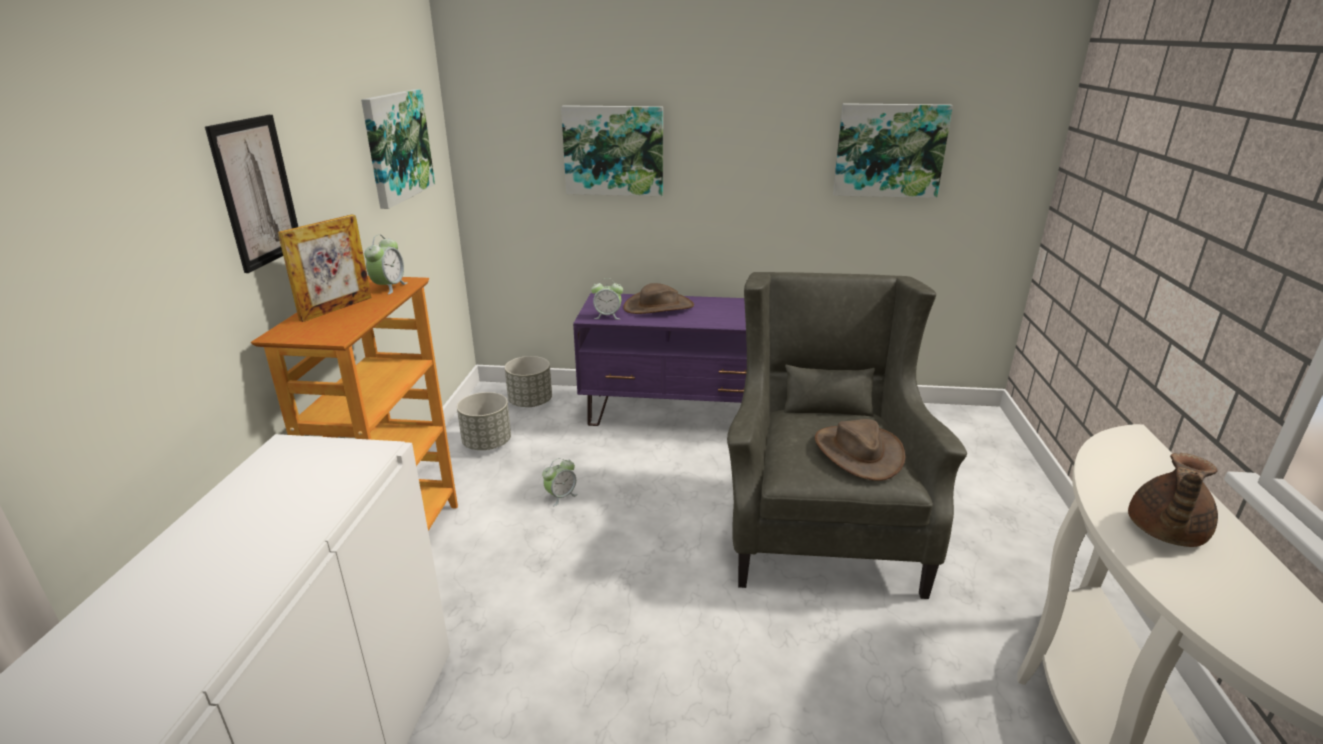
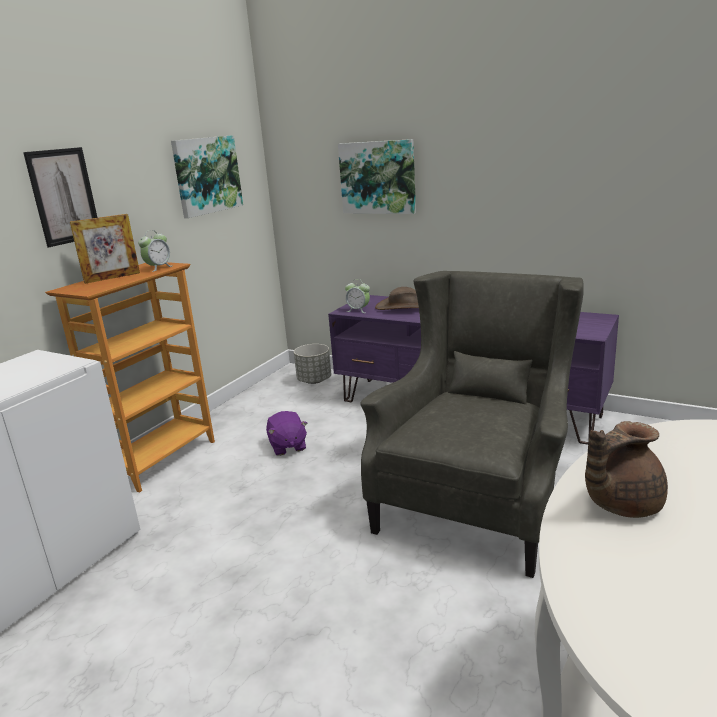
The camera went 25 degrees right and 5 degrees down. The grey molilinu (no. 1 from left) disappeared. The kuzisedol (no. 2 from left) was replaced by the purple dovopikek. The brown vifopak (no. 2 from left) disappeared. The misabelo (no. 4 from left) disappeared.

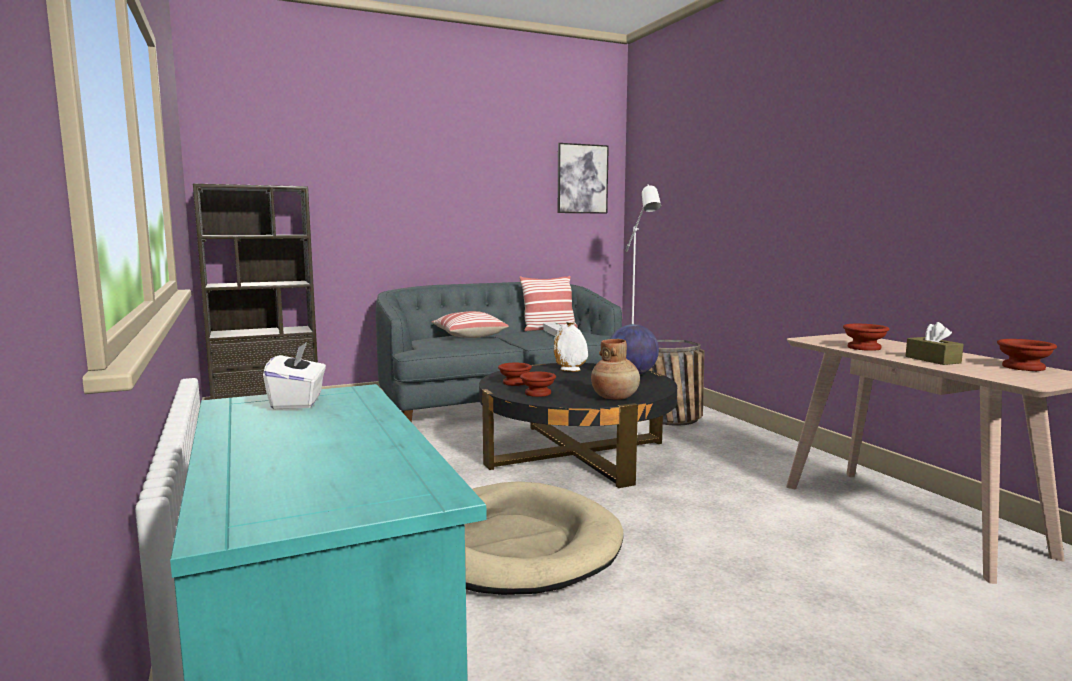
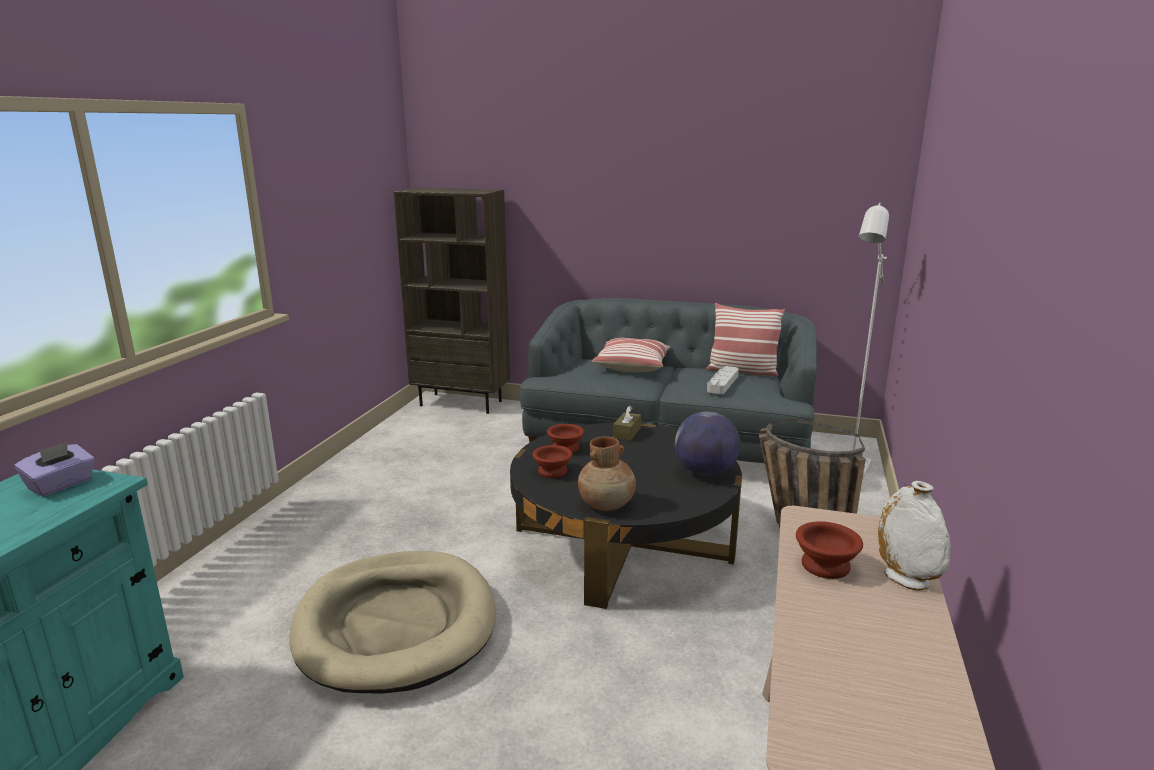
The camera went 40 degrees right and 10 degrees up. The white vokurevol became the purple vokurevol. The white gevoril moved. The misabelo disappeared. The brown vokurevol moved. The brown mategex (no. 4 from left) disappeared.

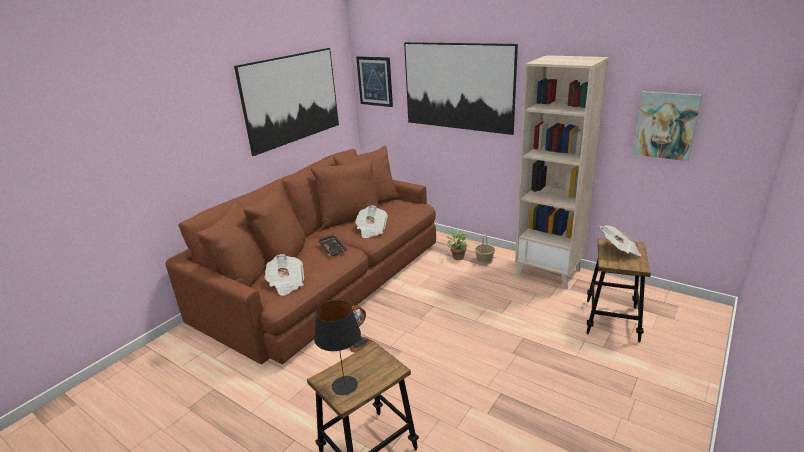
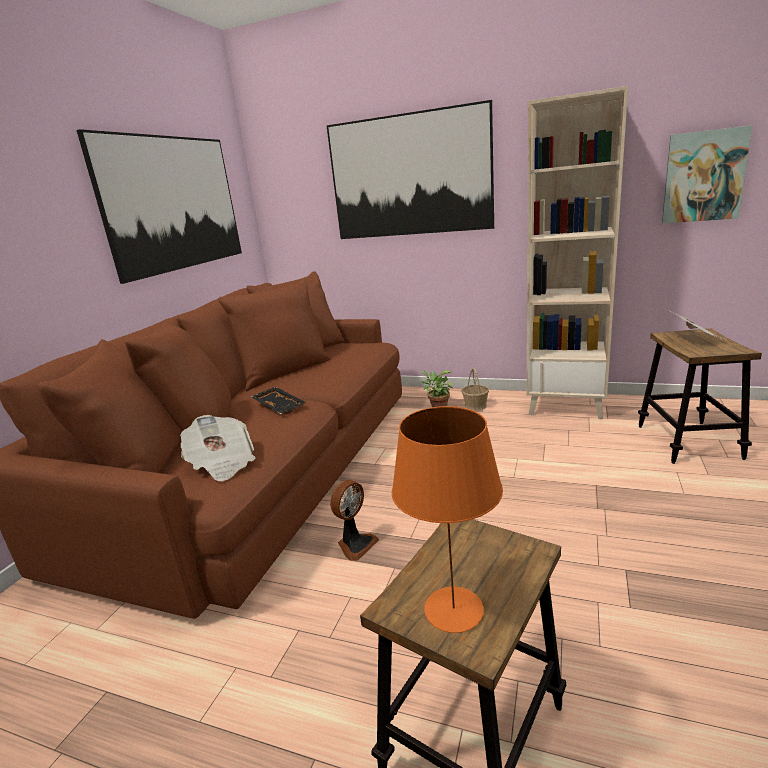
The camera went 15 degrees left and 5 degrees down. The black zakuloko became the orange zakuloko. The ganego (no. 2 from left) disappeared. The misabelo (no. 2 from left) disappeared.

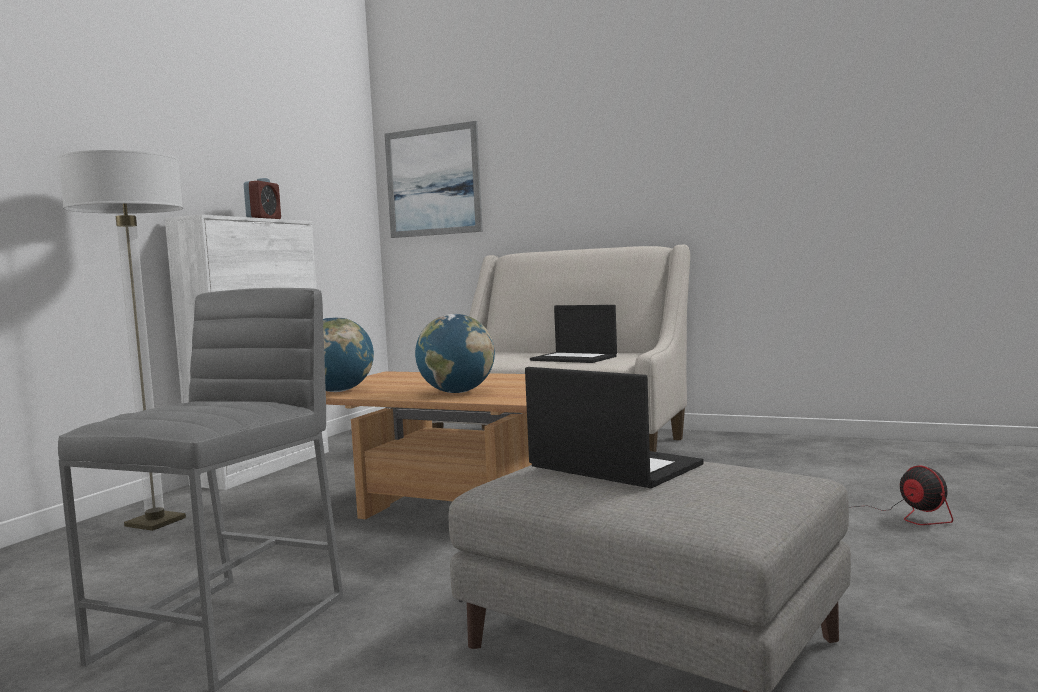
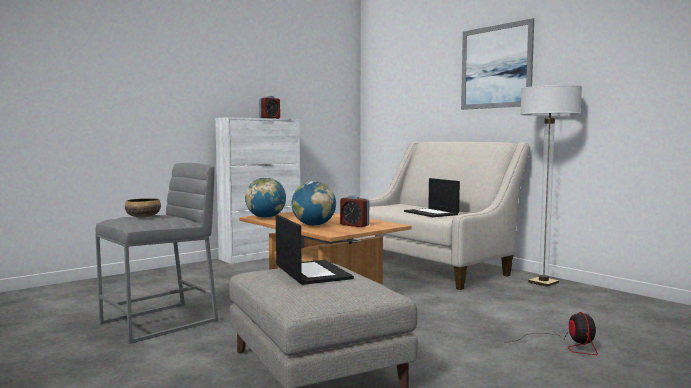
The camera went 25 degrees right and 0 degrees up. The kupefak moved. The misabelo moved. The mategex appeared. The kuzisedol (no. 2 from left) appeared.

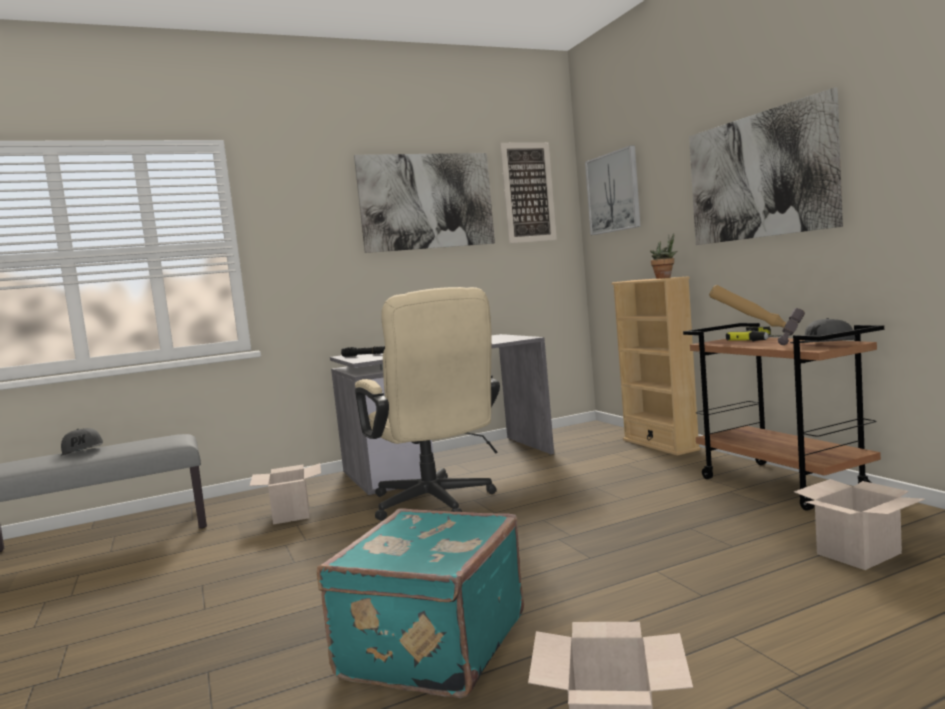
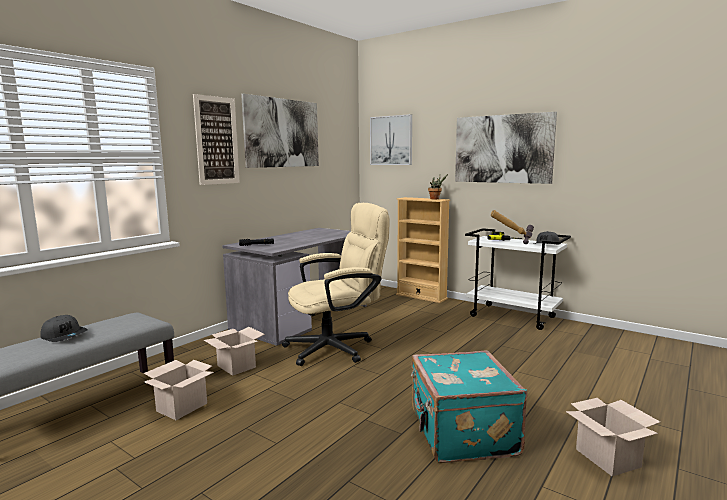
The camera went 30 degrees left and 5 degrees up. The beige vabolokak turned 60 degrees counterclockwise. The misabelo (no. 2 from left in the first image) moved. The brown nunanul became the white nunanul. The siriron (no. 3 from left in the first image) moved.

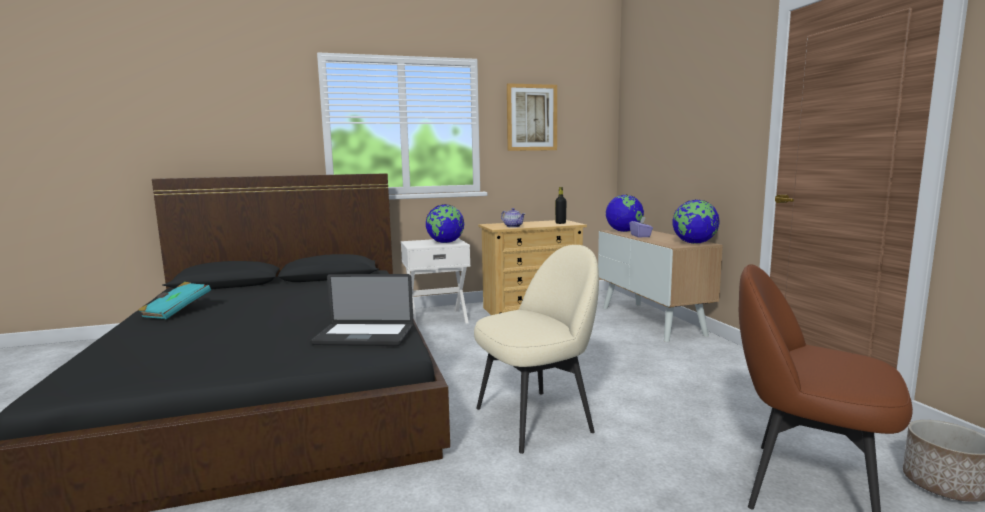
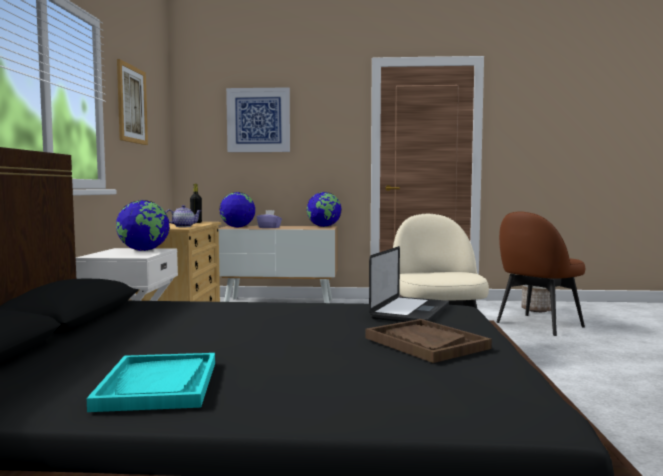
The camera went 70 degrees left and 5 degrees down. The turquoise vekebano was replaced by the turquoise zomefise. The misabelo (no. 2 from left) appeared. The brown zomefise appeared.

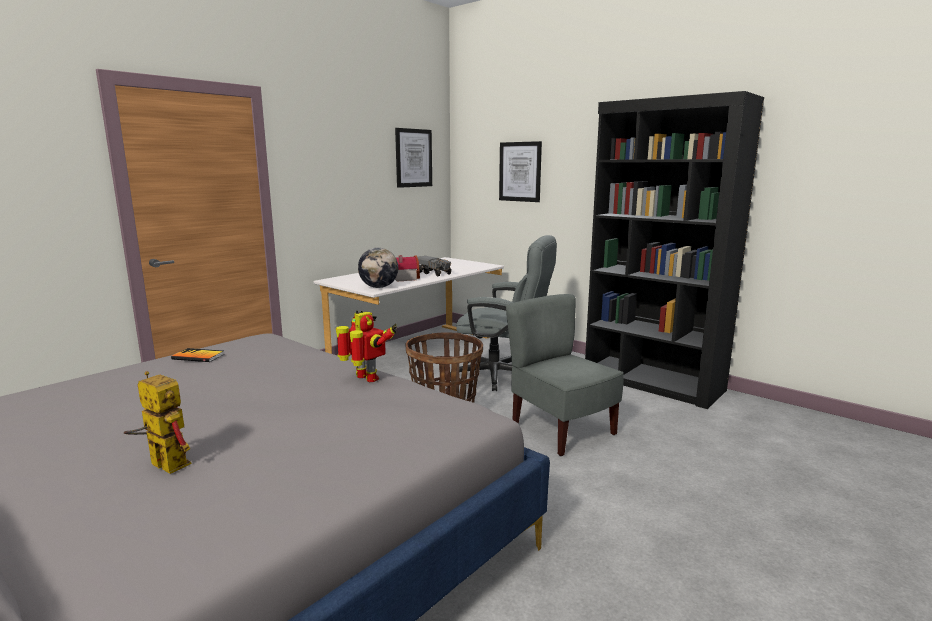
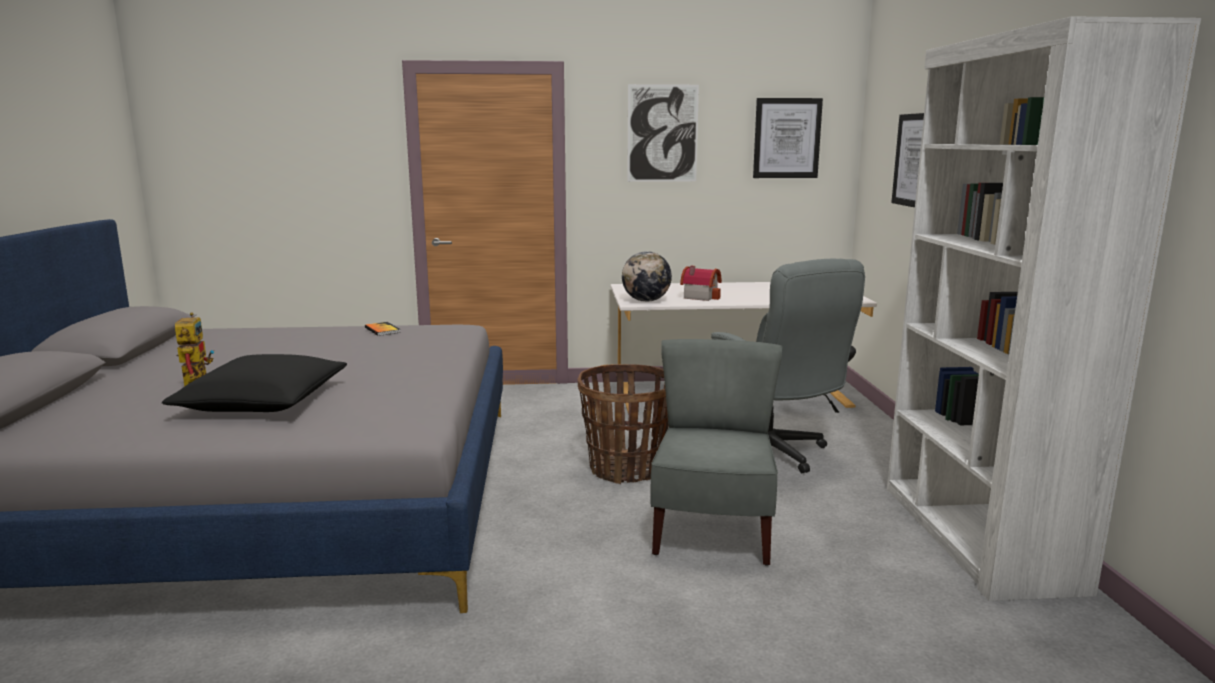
The camera went 45 degrees right and 0 degrees up. The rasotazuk (no. 2 from left) disappeared. The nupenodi disappeared. The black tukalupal became the white tukalupal. The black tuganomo appeared. The misabelo (no. 1 from left) appeared.

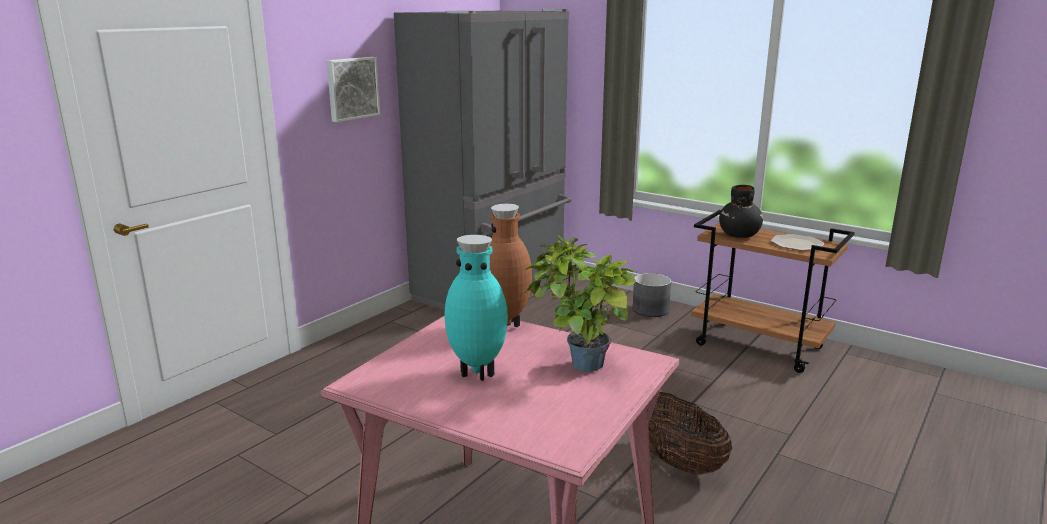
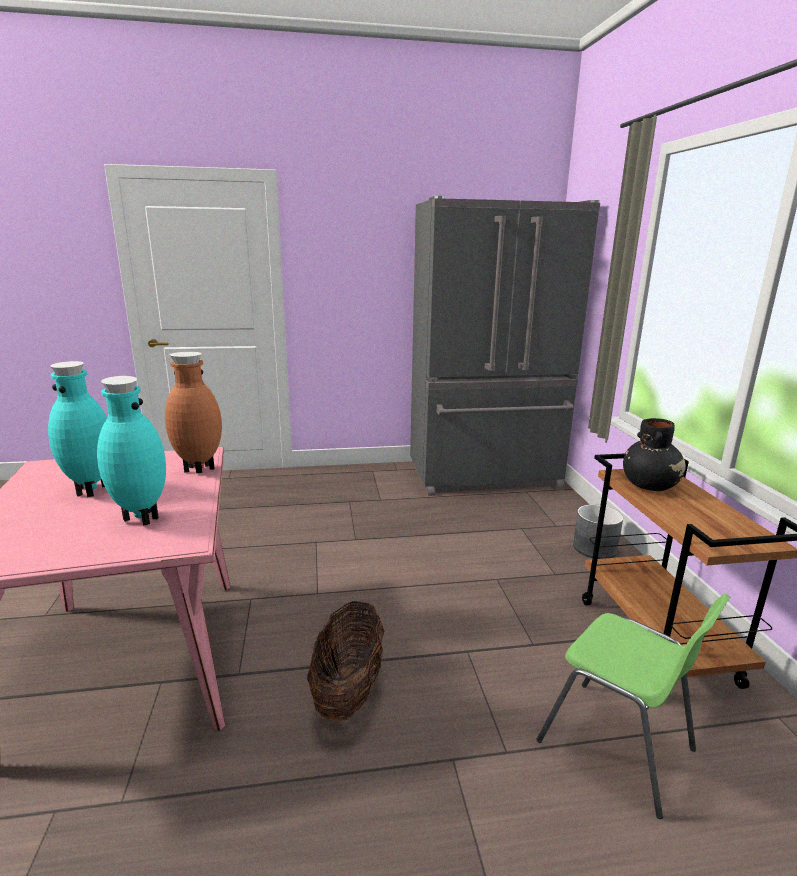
The camera went 45 degrees right and 0 degrees up. The misabelo disappeared. The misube was replaced by the turquoise gevoril (no. 2 from left). The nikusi disappeared. The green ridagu appeared.

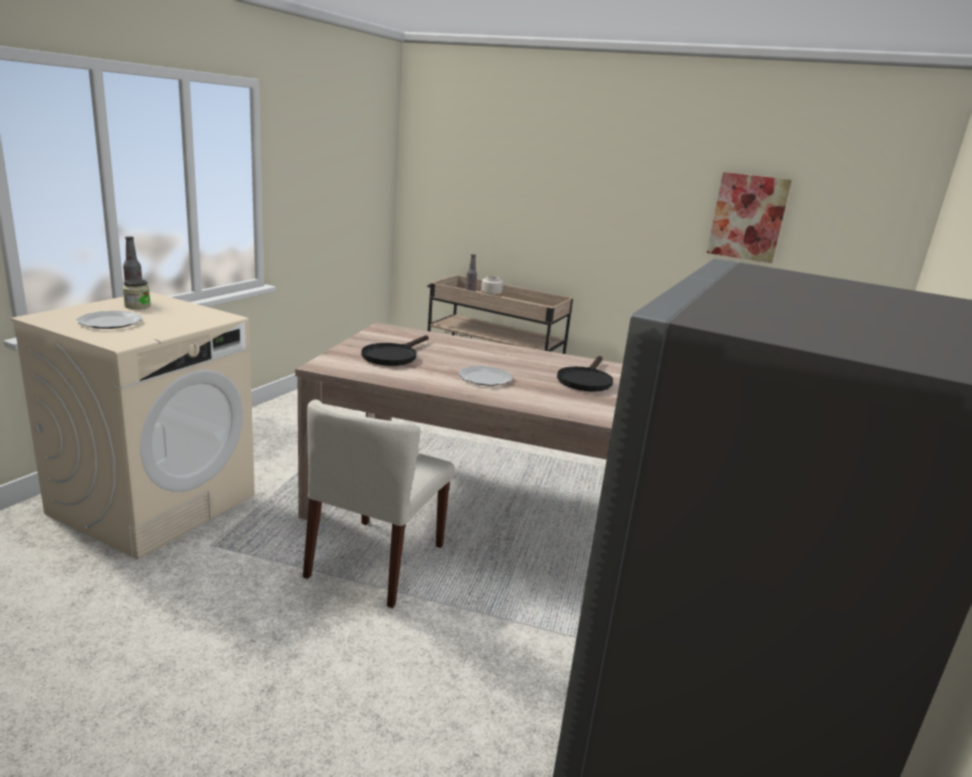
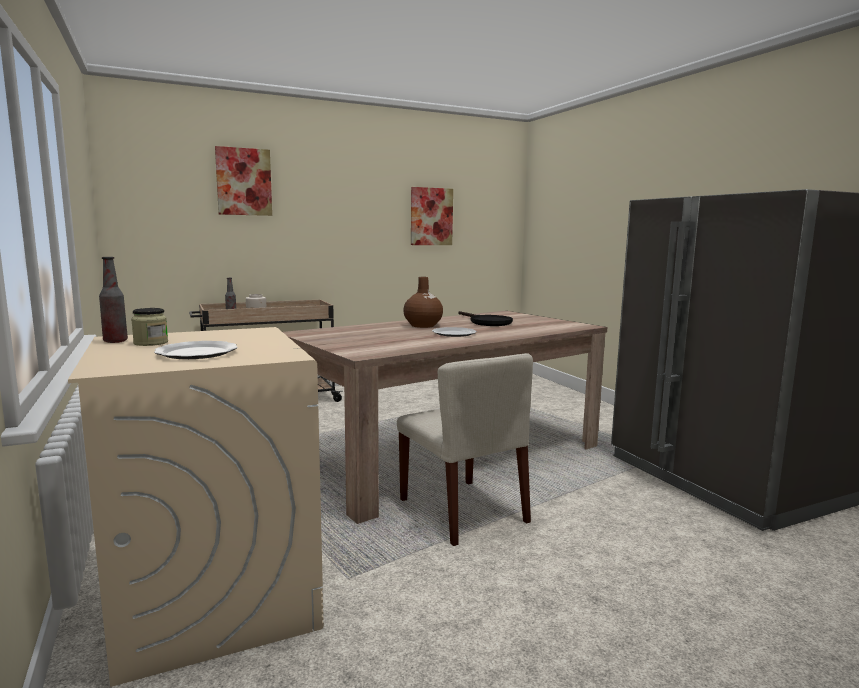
The camera went 50 degrees left and 10 degrees down. The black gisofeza (no. 1 from left) disappeared. The misabelo (no. 1 from left) appeared. The brown gevoril appeared.

